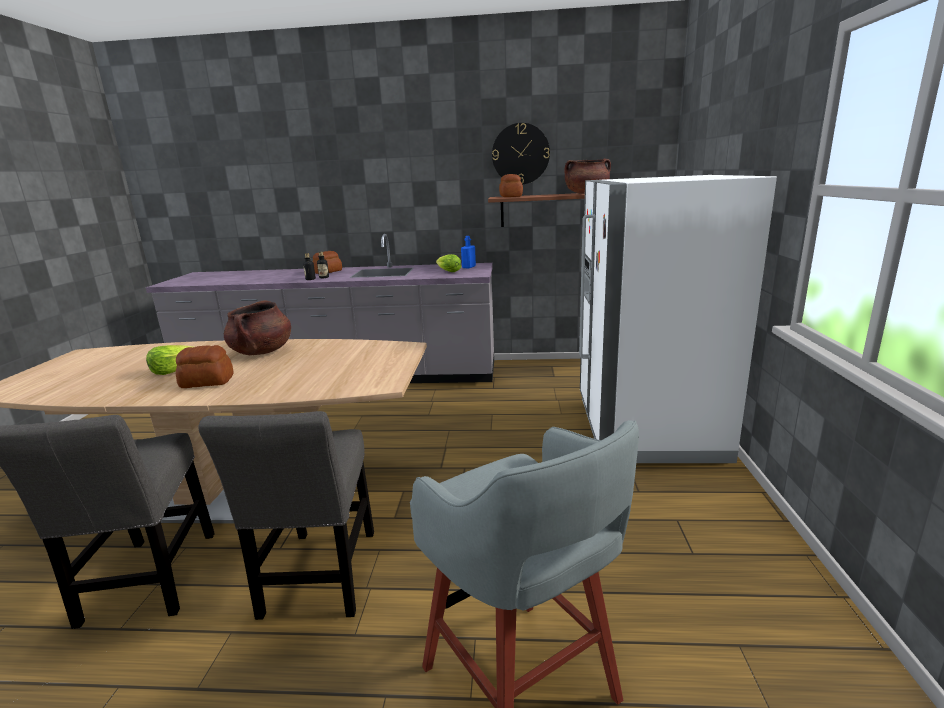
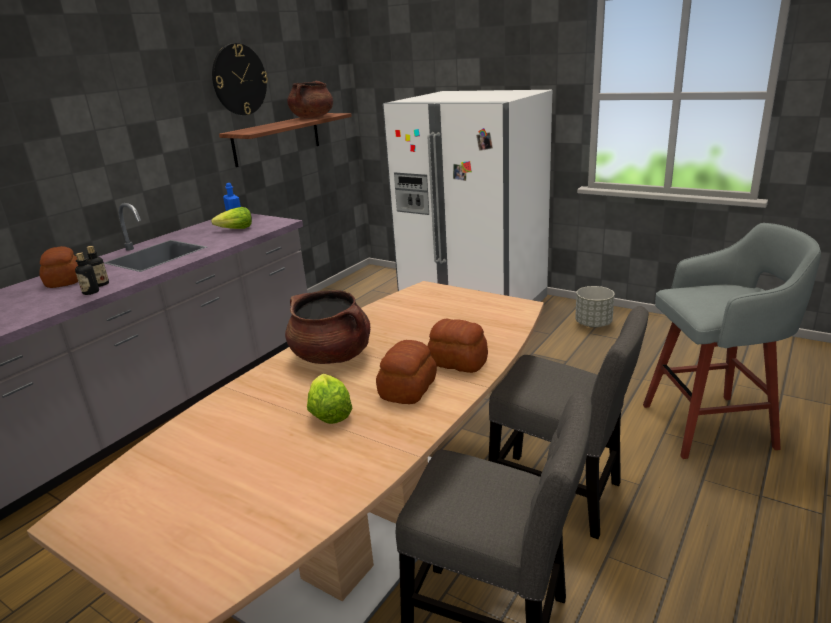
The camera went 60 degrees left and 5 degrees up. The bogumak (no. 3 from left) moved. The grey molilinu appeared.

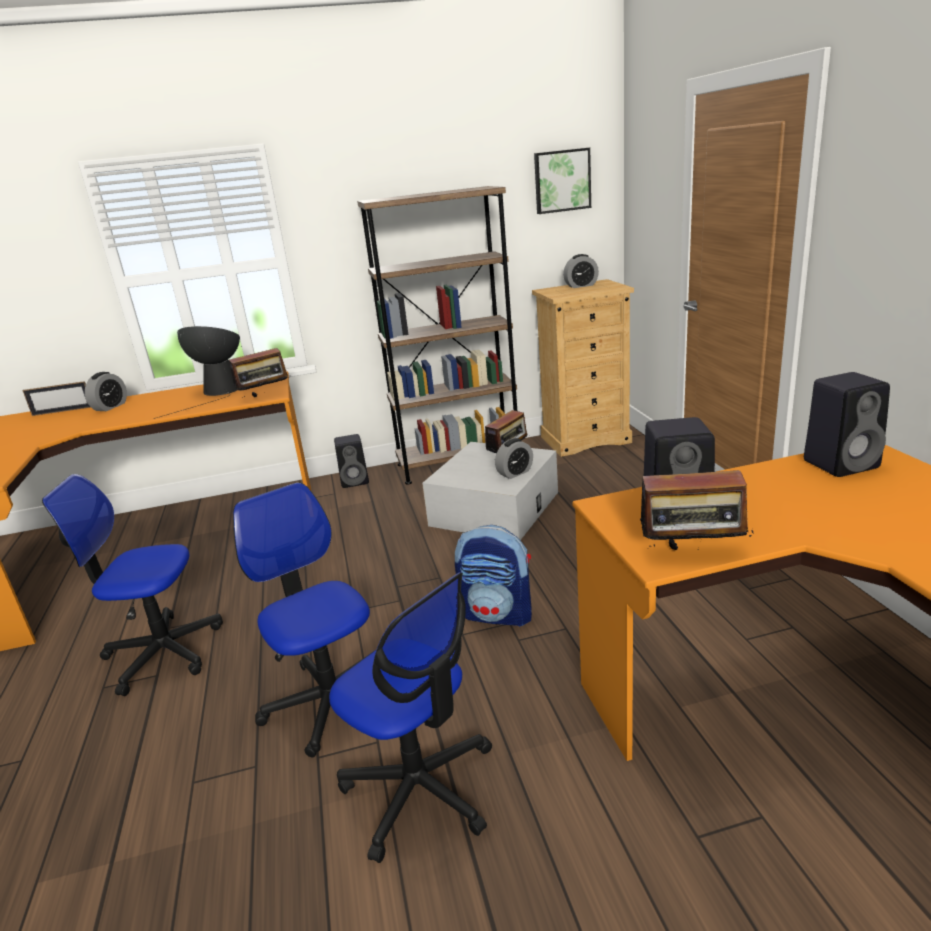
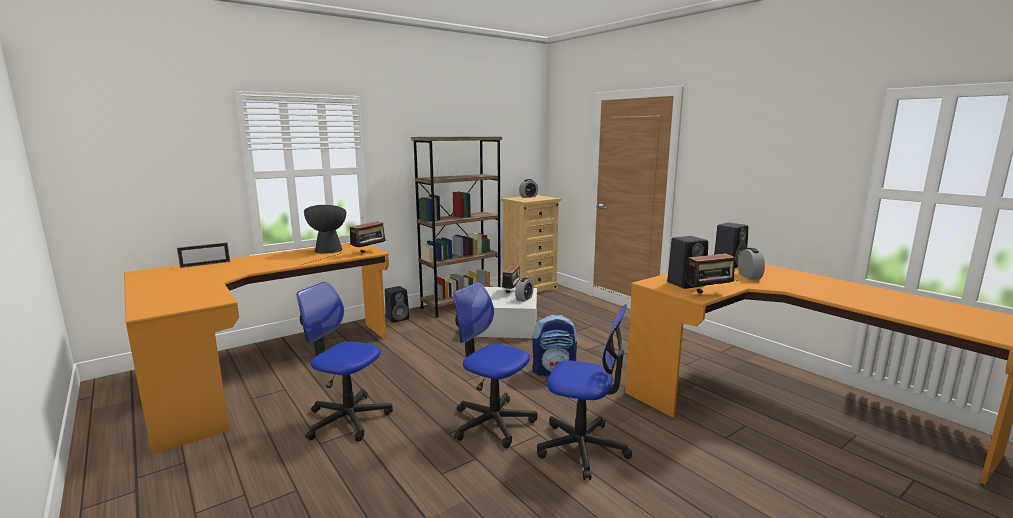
The camera went 25 degrees left and 10 degrees down. The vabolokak (no. 1 from left) turned 45 degrees clockwise. The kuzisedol (no. 1 from left in the first image) moved. The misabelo disappeared.

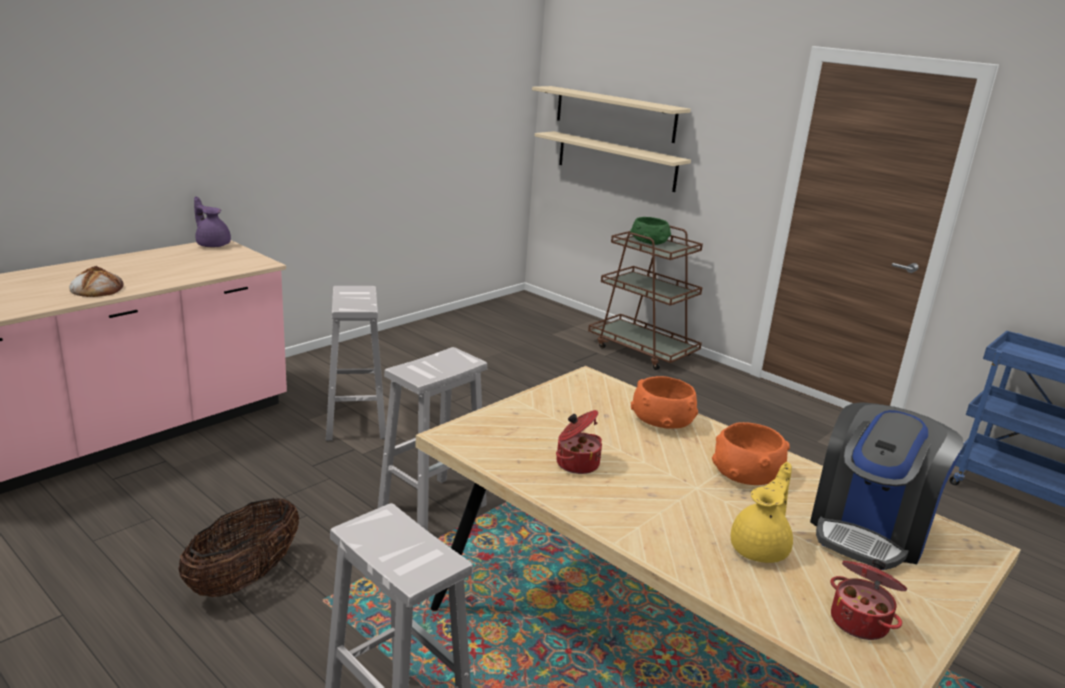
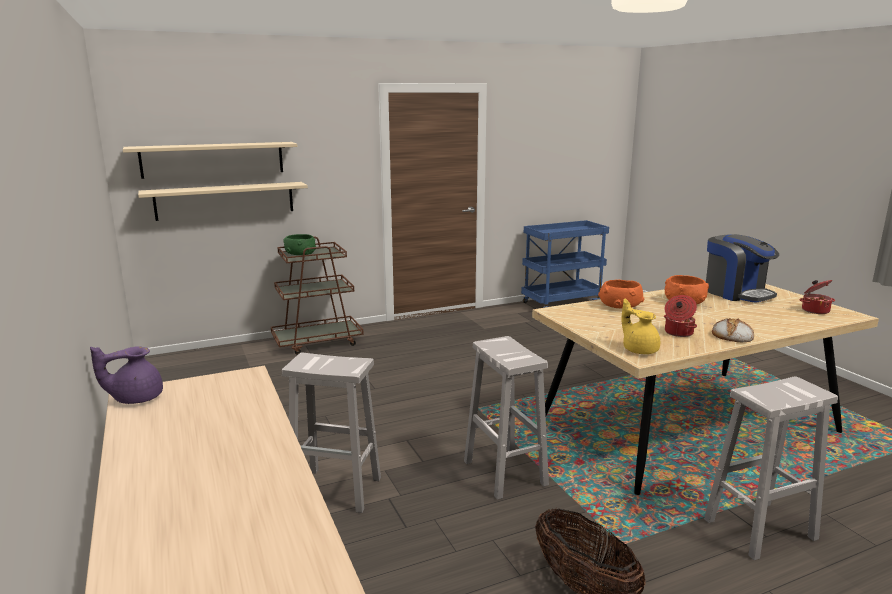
The camera went 65 degrees left and 5 degrees down. The bogumak moved. The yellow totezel moved.

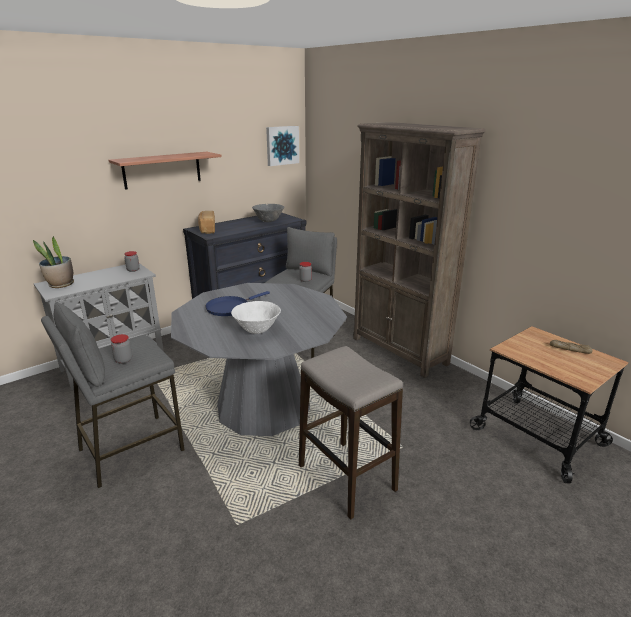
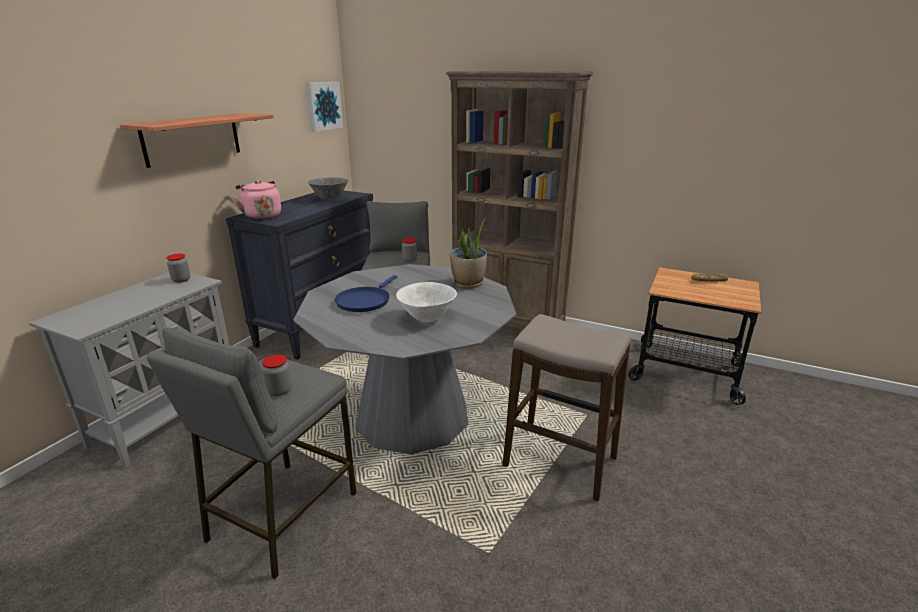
The camera went 25 degrees left and 0 degrees up. The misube moved. The bogumak (no. 1 from left) was replaced by the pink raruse.

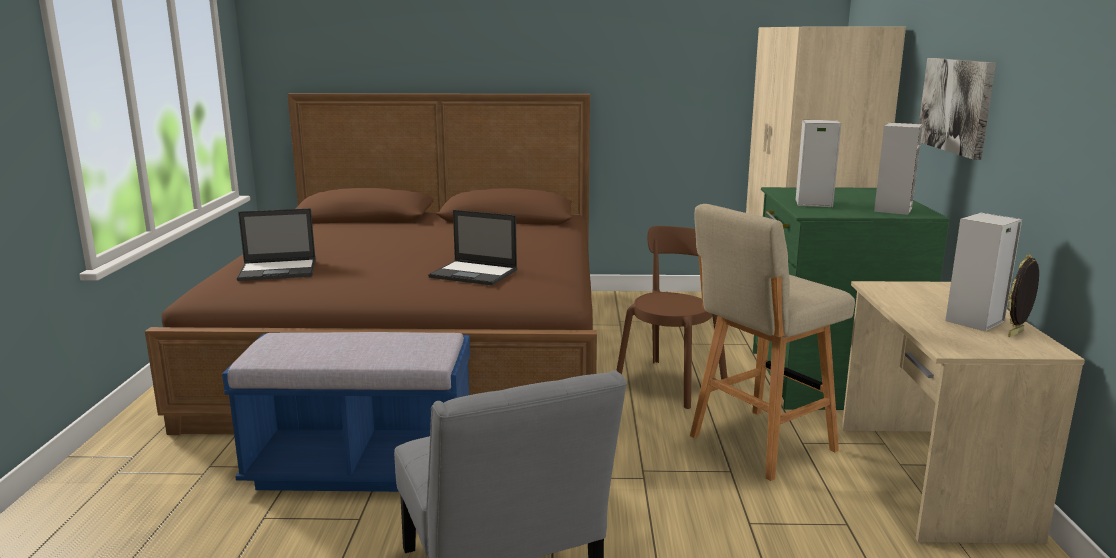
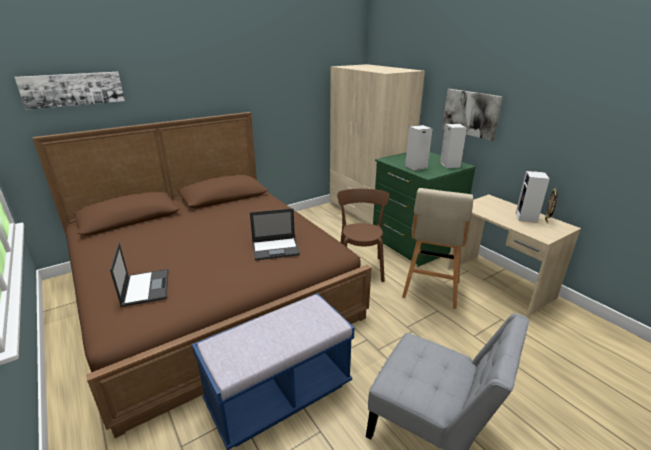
The camera went 35 degrees left and 10 degrees up. The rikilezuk (no. 1 from left) turned 60 degrees counterclockwise. The misabelo (no. 1 from left) appeared.

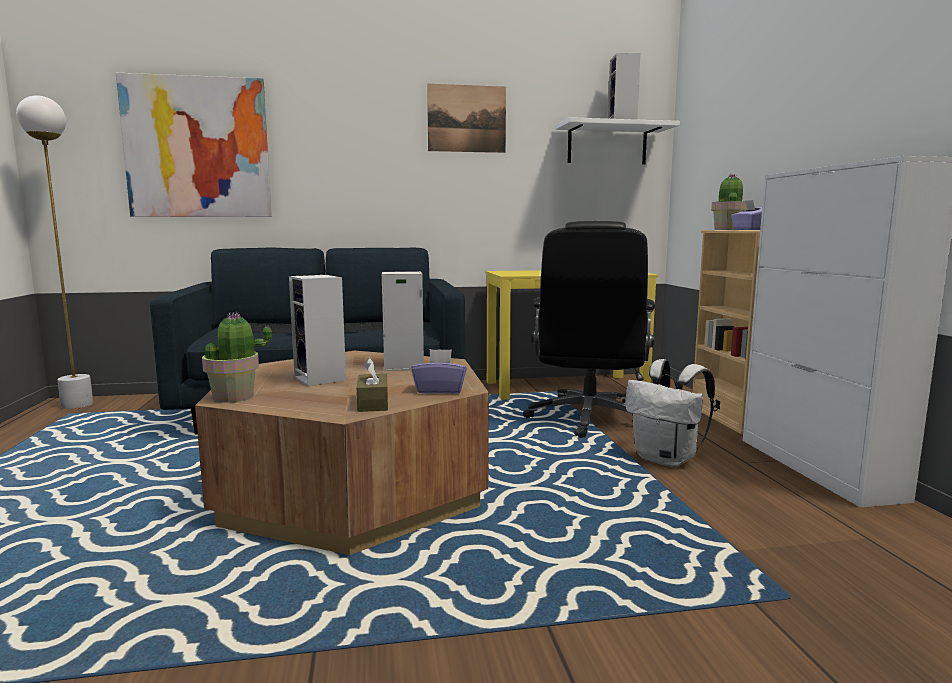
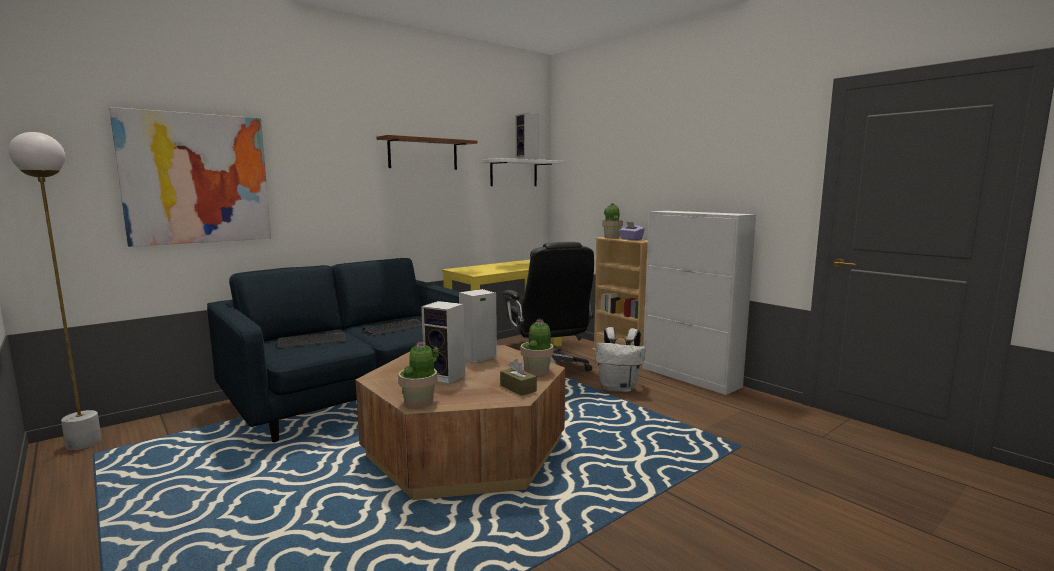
The camera went 30 degrees left and 0 degrees up. The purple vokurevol (no. 1 from left) was replaced by the misube (no. 2 from left). The misabelo (no. 2 from left) was replaced by the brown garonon.

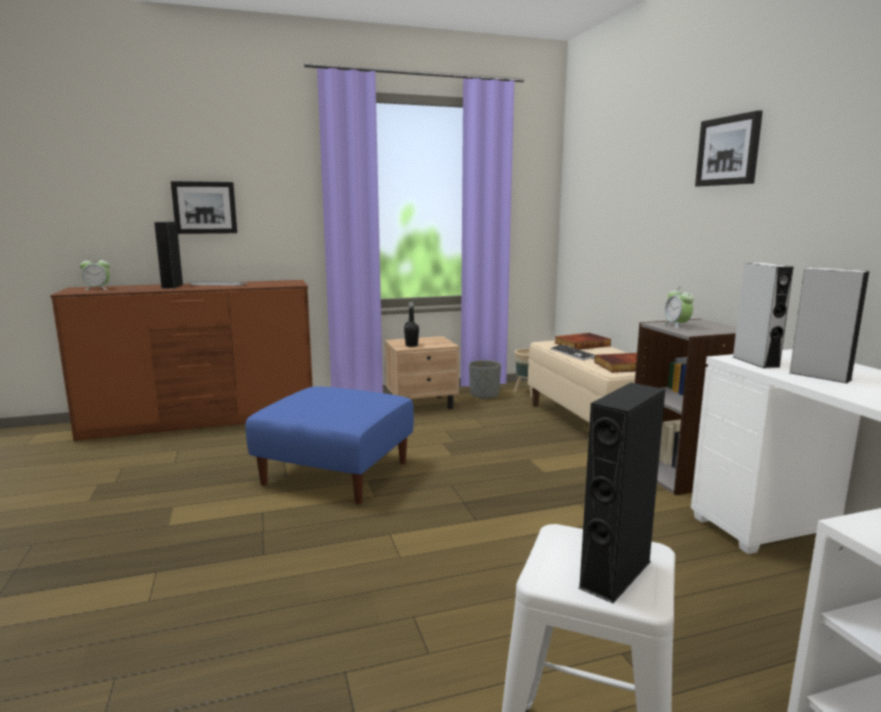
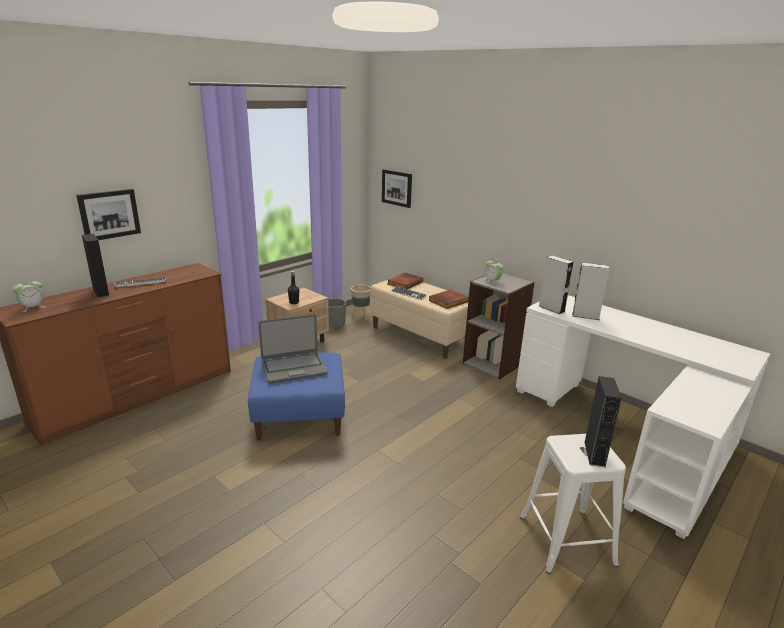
The camera went 30 degrees left and 10 degrees up. The misabelo (no. 2 from left) moved. The rikilezuk appeared.

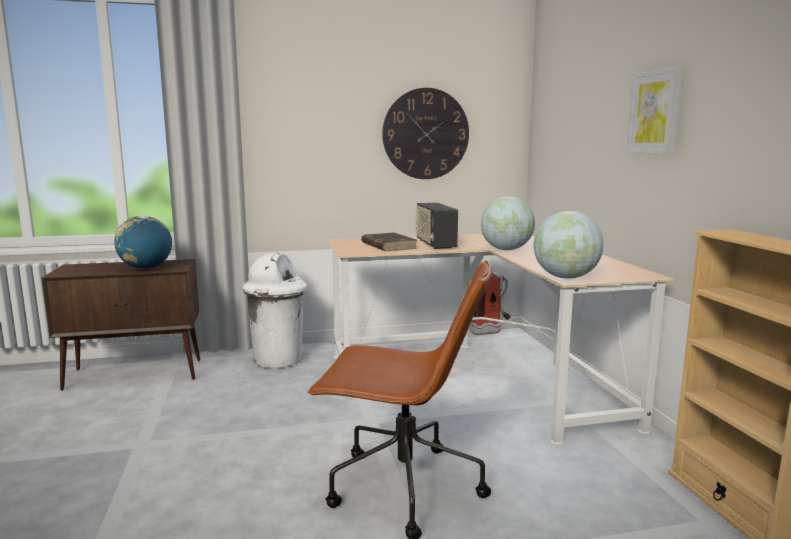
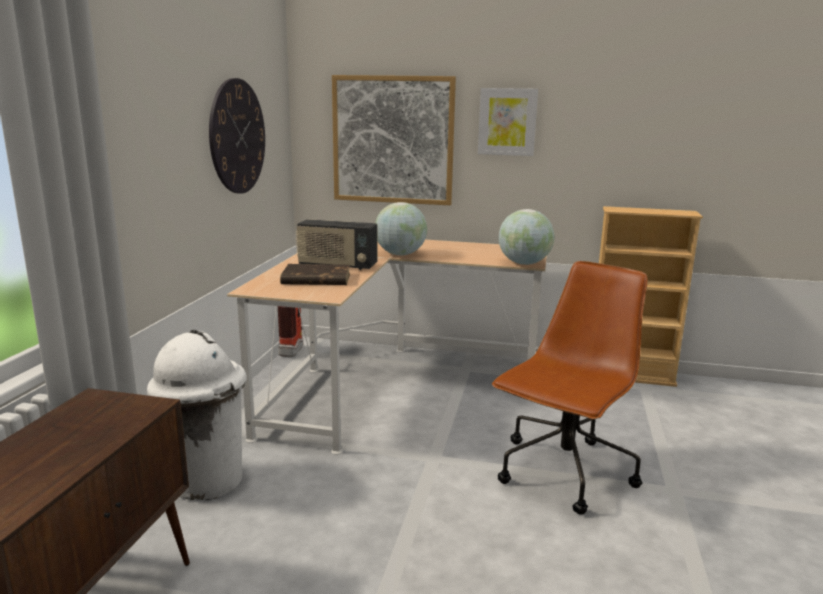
The camera went 65 degrees left and 5 degrees up. The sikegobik (no. 1 from left) disappeared. The misabelo (no. 1 from left) appeared.

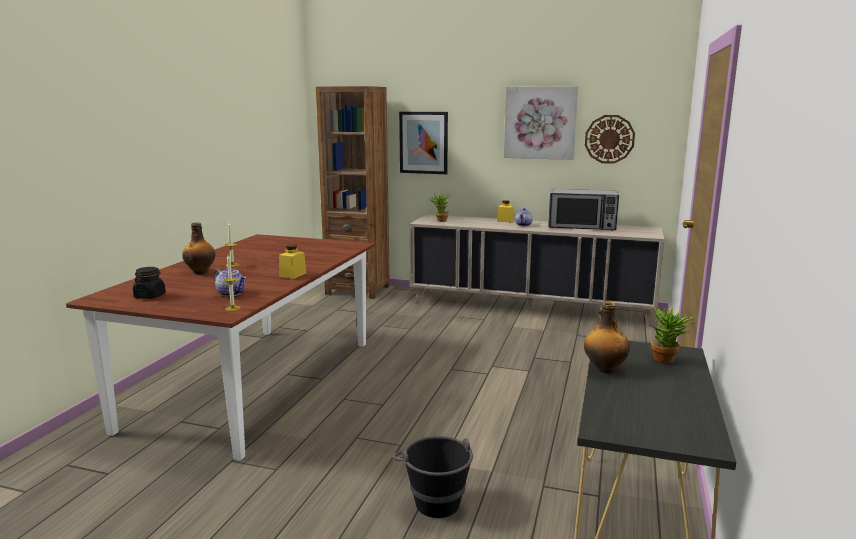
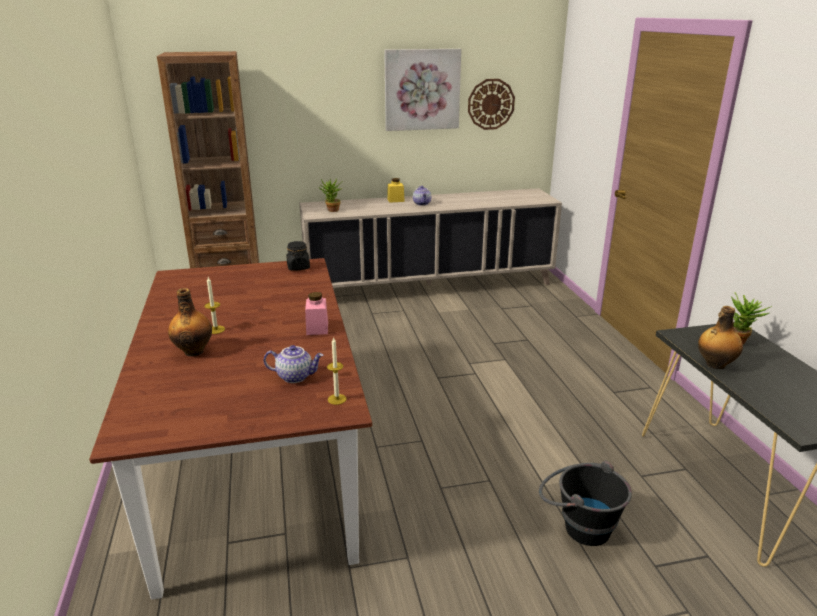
The camera went 30 degrees left and 10 degrees up. The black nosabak moved. The yellow nosabak (no. 1 from left) became the pink nosabak. The misabelo (no. 1 from left) disappeared. The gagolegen disappeared.

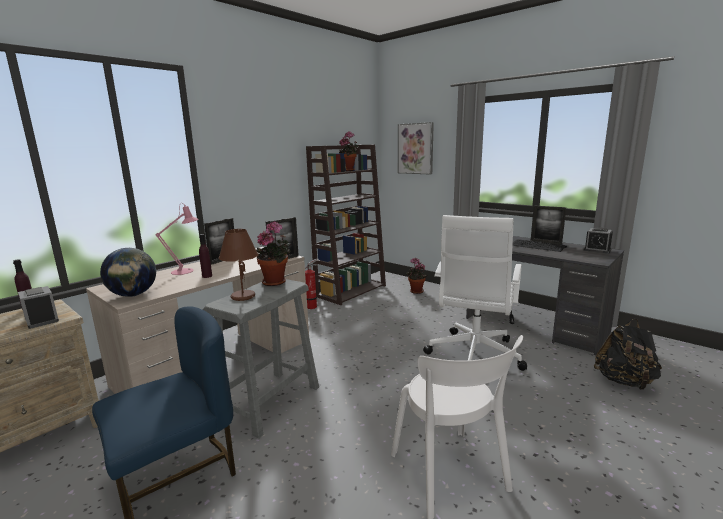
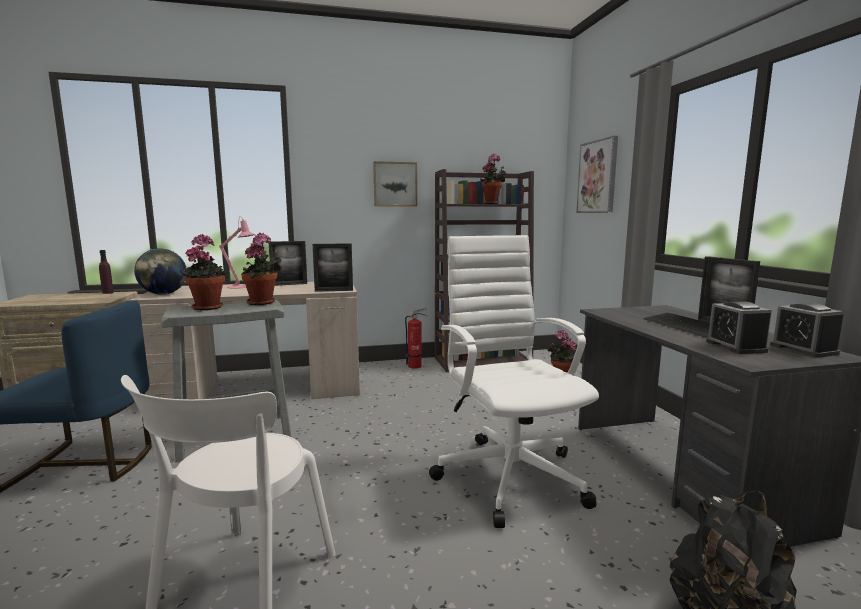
The camera went 35 degrees right and 5 degrees down. The kuzisedol (no. 1 from left) moved. The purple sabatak (no. 2 from left) disappeared. The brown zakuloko was replaced by the misube (no. 1 from left). The white vabolokak turned 105 degrees clockwise. The misabelo (no. 1 from left) appeared.

